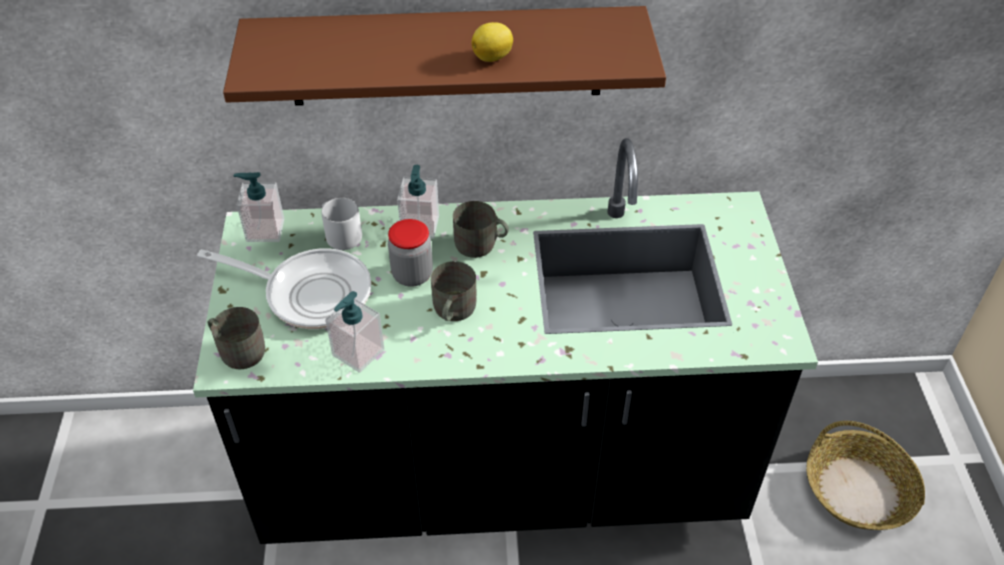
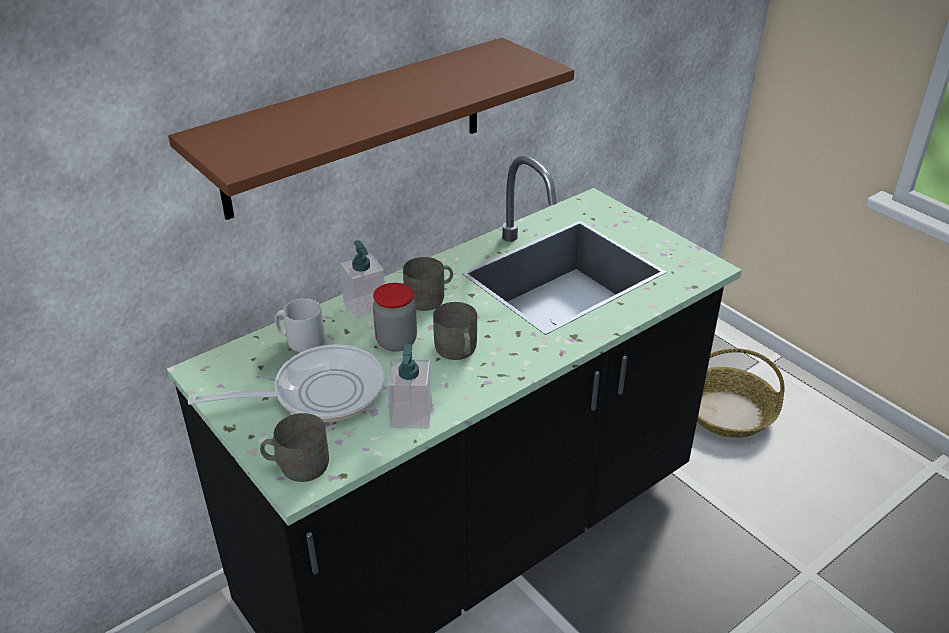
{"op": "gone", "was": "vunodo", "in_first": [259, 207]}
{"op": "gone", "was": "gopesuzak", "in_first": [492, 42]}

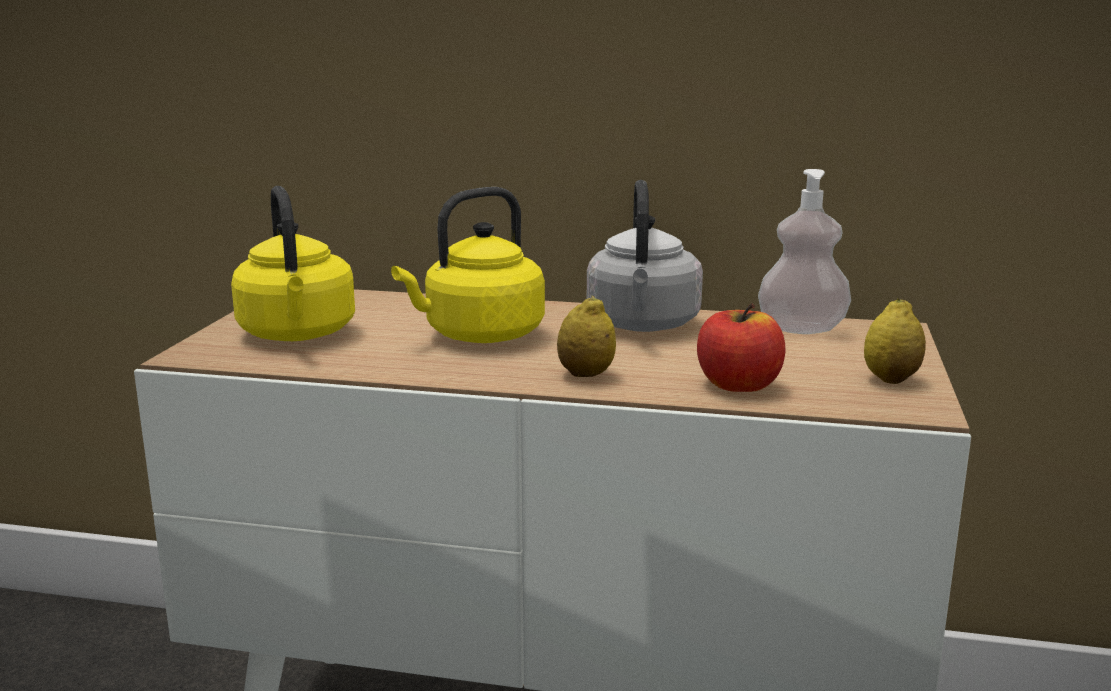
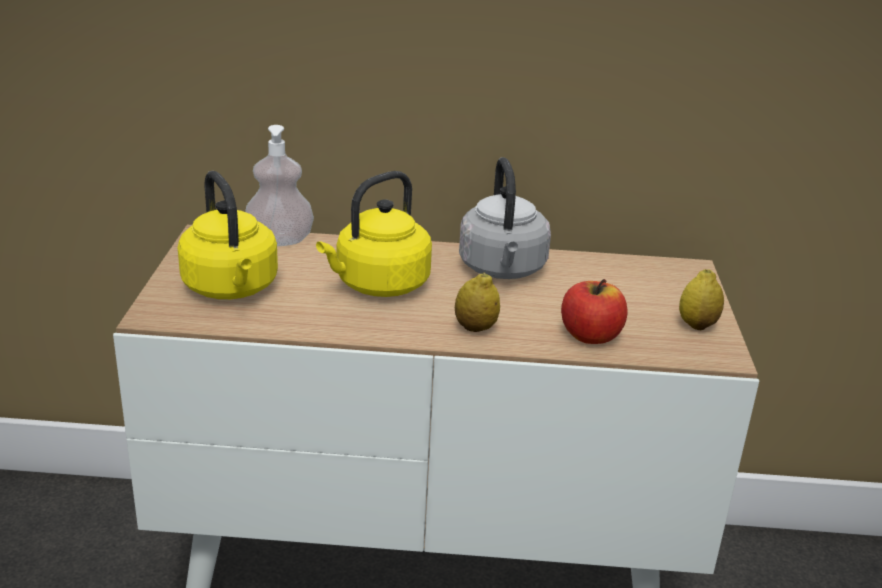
{"op": "shifted", "was": "vunodo", "in_first": [804, 251], "in_second": [279, 185]}

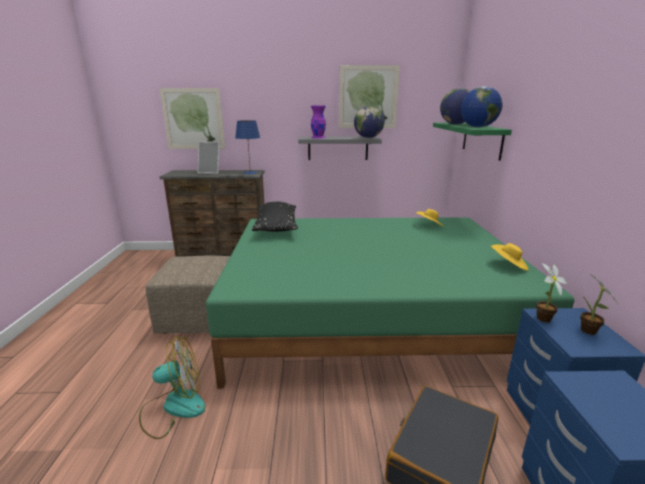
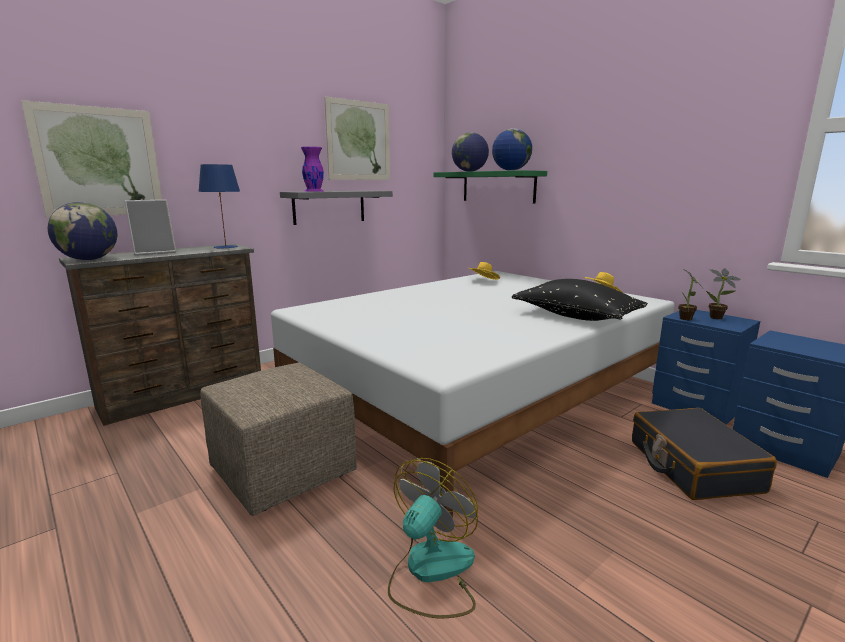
{"op": "shifted", "was": "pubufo", "in_first": [369, 122], "in_second": [82, 231]}
{"op": "repainted", "was": "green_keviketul", "now": "white_keviketul", "in_first": [390, 303], "in_second": [473, 394]}
{"op": "shifted", "was": "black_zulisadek", "in_first": [275, 217], "in_second": [580, 300]}

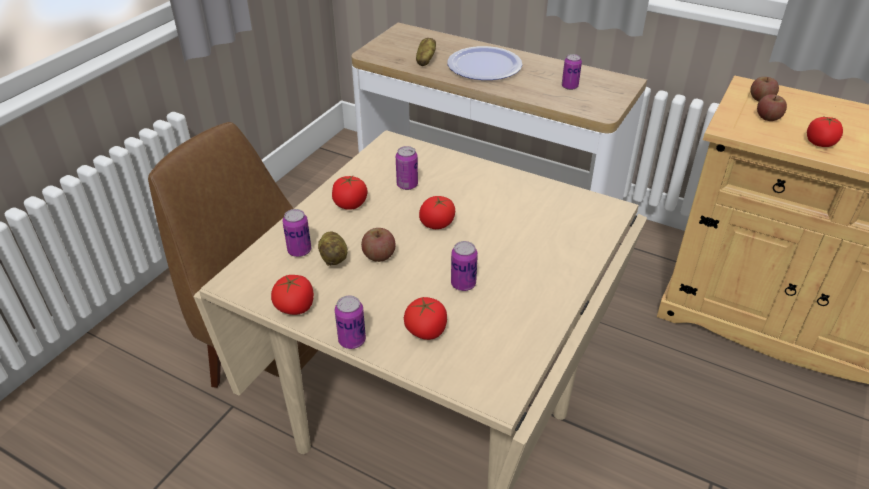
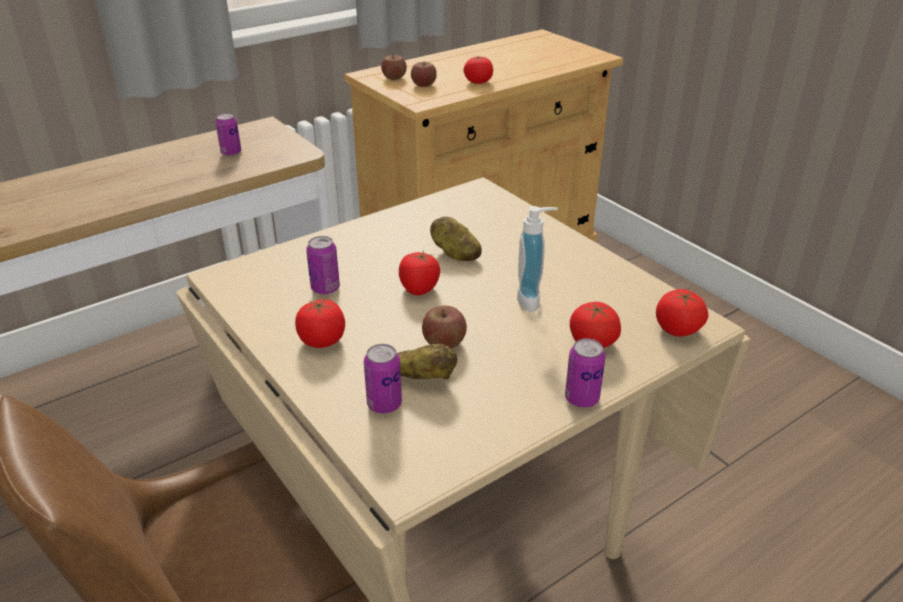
{"op": "shifted", "was": "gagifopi", "in_first": [426, 52], "in_second": [456, 238]}
{"op": "swapped", "was": "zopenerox", "now": "vunodo", "in_first": [464, 266], "in_second": [537, 259]}
{"op": "shifted", "was": "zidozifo", "in_first": [292, 295], "in_second": [682, 312]}
{"op": "gone", "was": "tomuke", "in_first": [485, 63]}

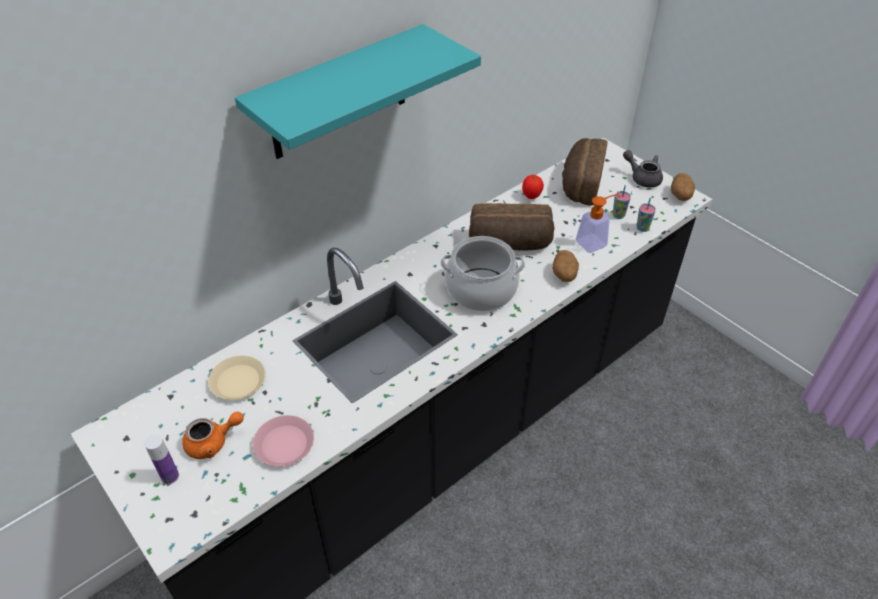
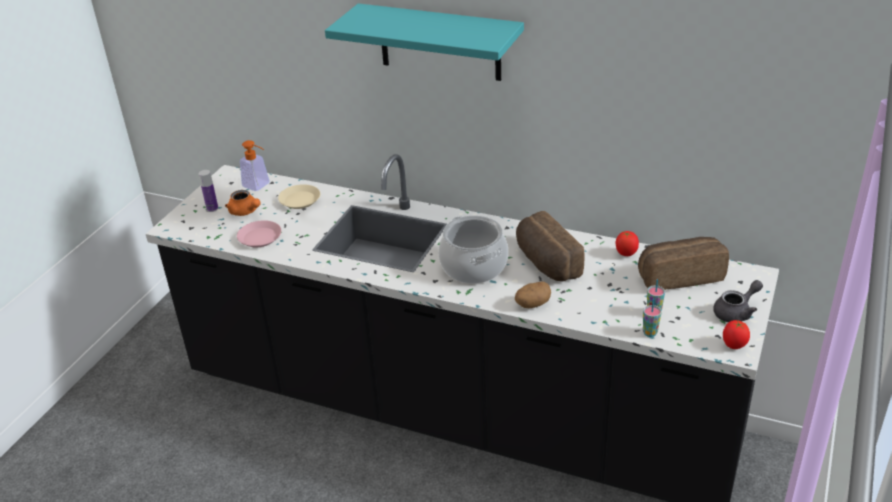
{"op": "shifted", "was": "vunodo", "in_first": [597, 223], "in_second": [255, 165]}
{"op": "rotated", "was": "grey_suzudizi", "in_first": [643, 169], "in_second": [738, 301], "clockwise": 45}
{"op": "swapped", "was": "gagifopi", "now": "zidozifo", "in_first": [683, 187], "in_second": [736, 334]}

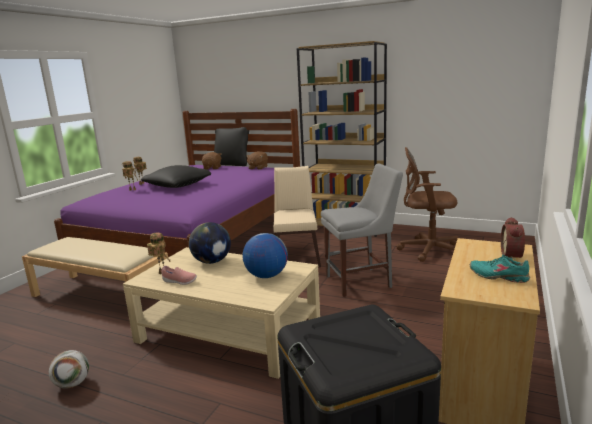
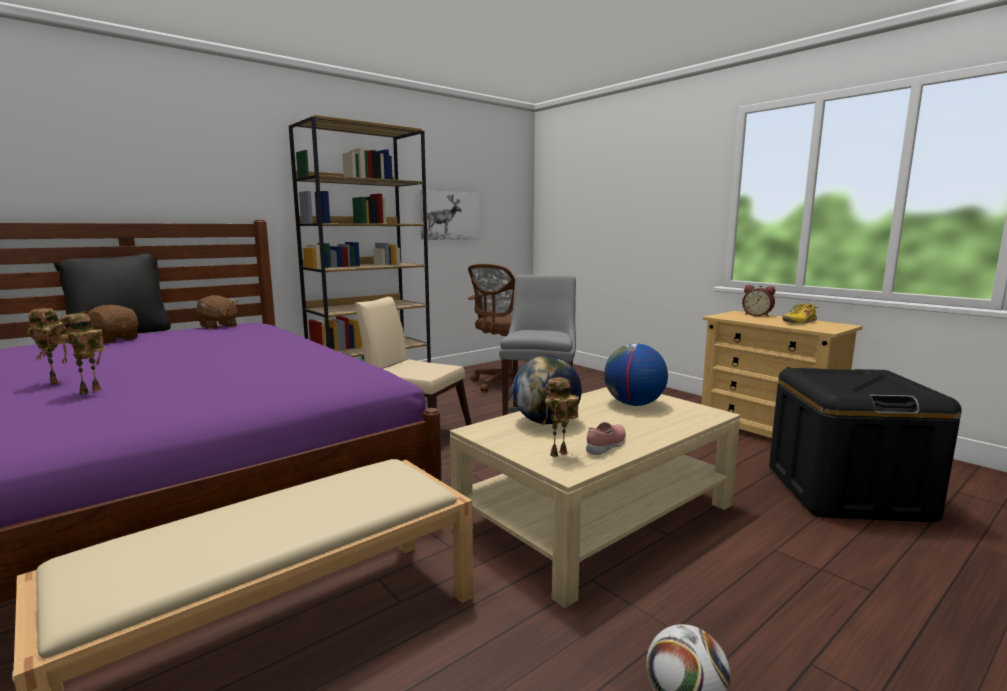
{"op": "new", "now": "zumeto", "in_second": [450, 215]}
{"op": "repainted", "was": "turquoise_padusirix", "now": "yellow_padusirix", "in_first": [500, 269], "in_second": [800, 313]}
{"op": "gone", "was": "black_zulisadek", "in_first": [176, 176]}

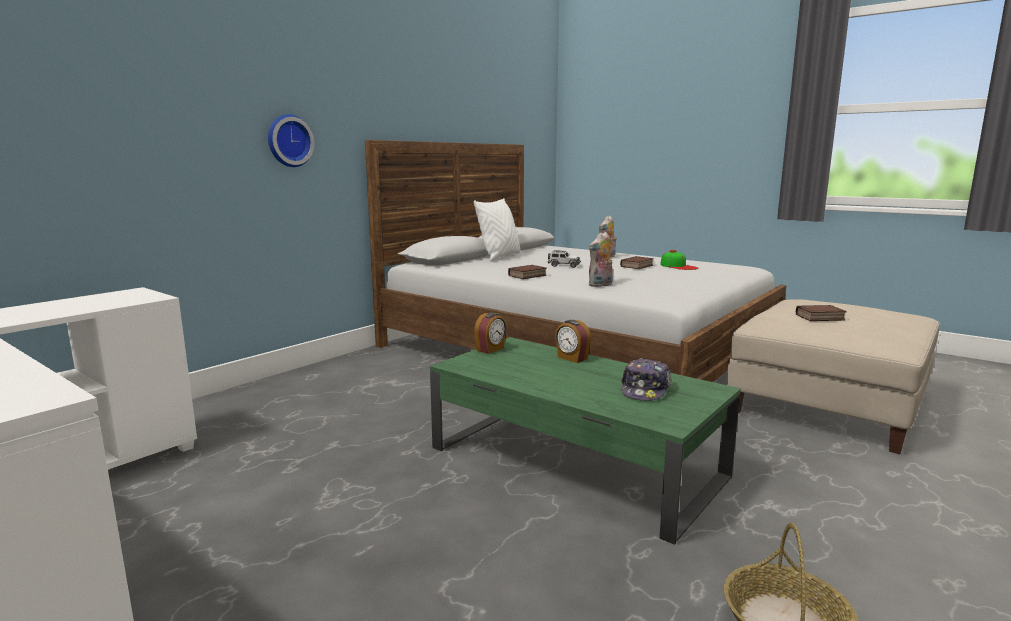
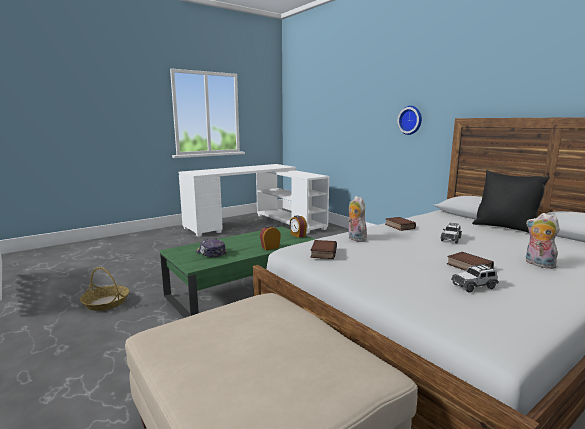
{"op": "shifted", "was": "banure", "in_first": [821, 313], "in_second": [324, 249]}
{"op": "swapped", "was": "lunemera", "now": "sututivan", "in_first": [679, 260], "in_second": [475, 278]}
{"op": "repainted", "was": "white_zulisadek", "now": "black_zulisadek", "in_first": [497, 230], "in_second": [511, 201]}

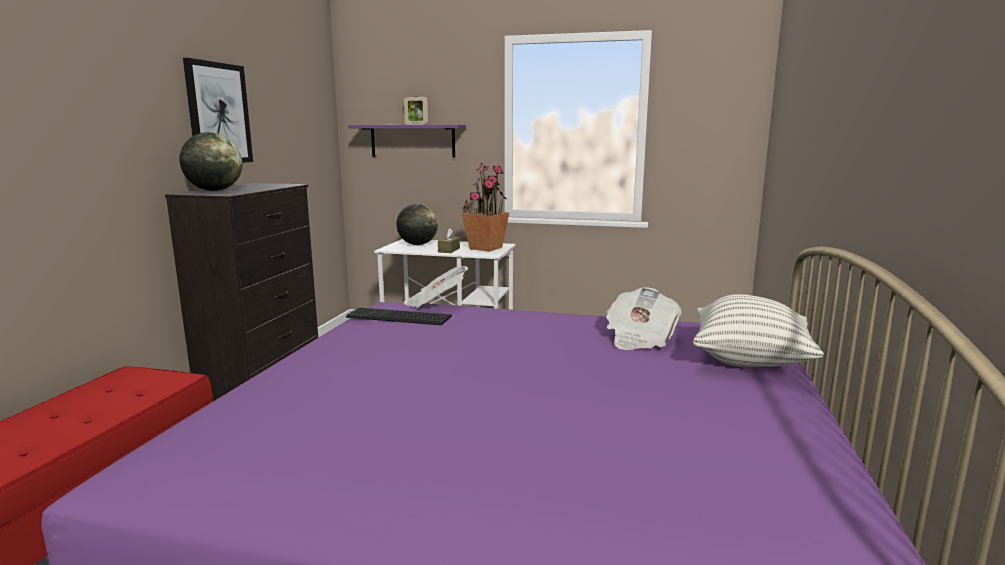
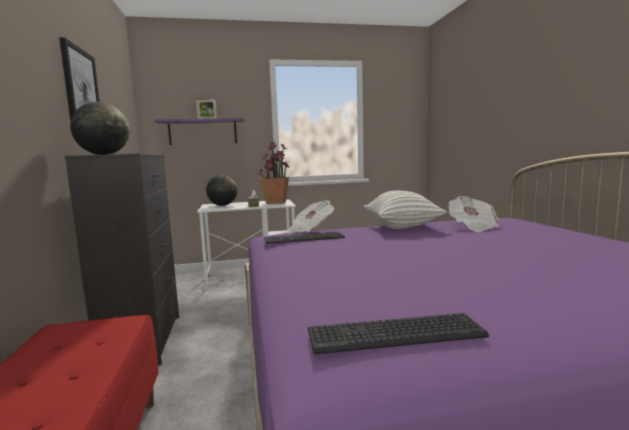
{"op": "new", "now": "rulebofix", "in_second": [398, 333]}
{"op": "shifted", "was": "zulisadek", "in_first": [758, 330], "in_second": [405, 210]}

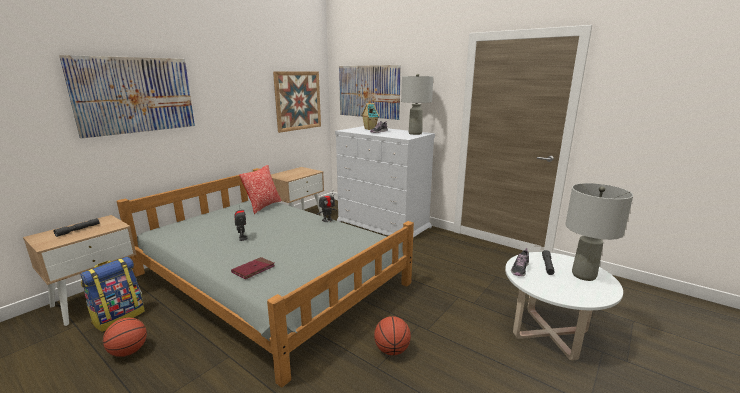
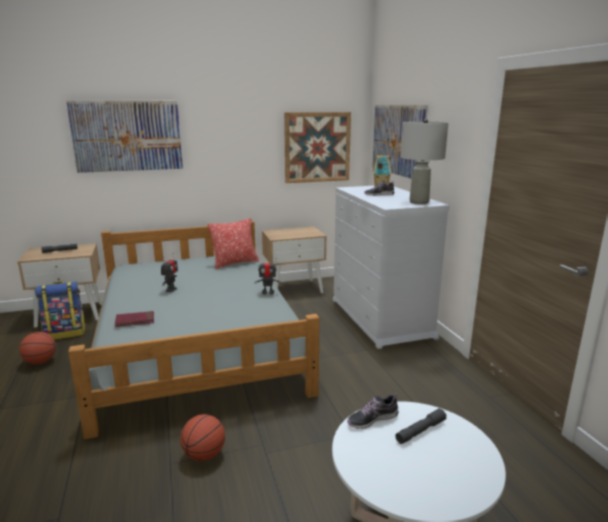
{"op": "gone", "was": "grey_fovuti", "in_first": [599, 232]}

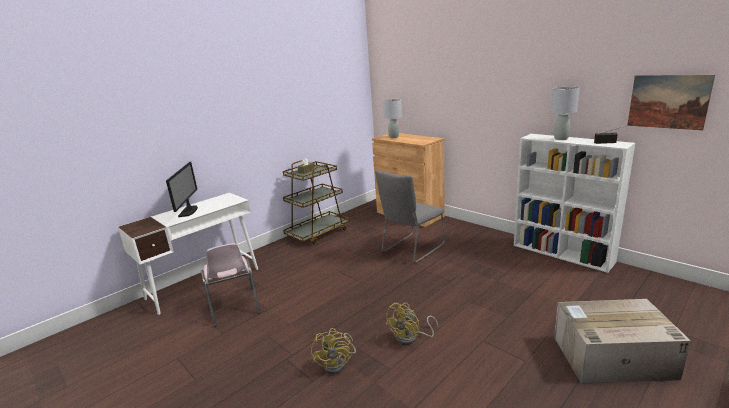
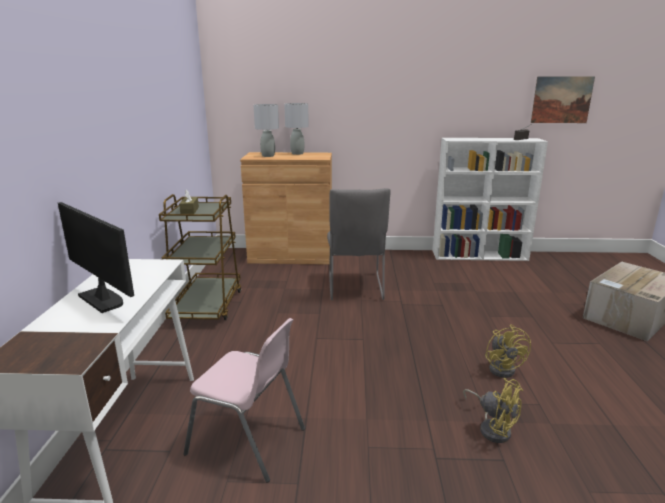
{"op": "shifted", "was": "grey_fovuti", "in_first": [565, 113], "in_second": [296, 129]}

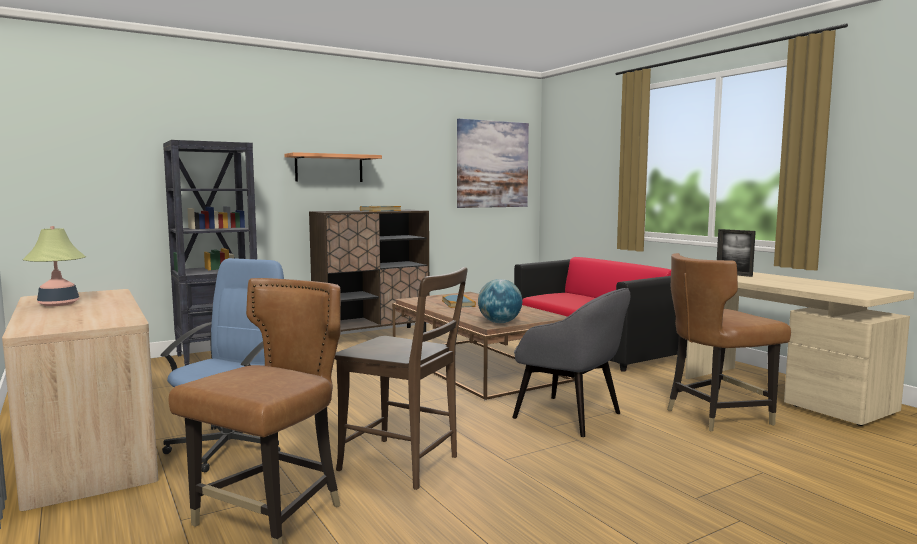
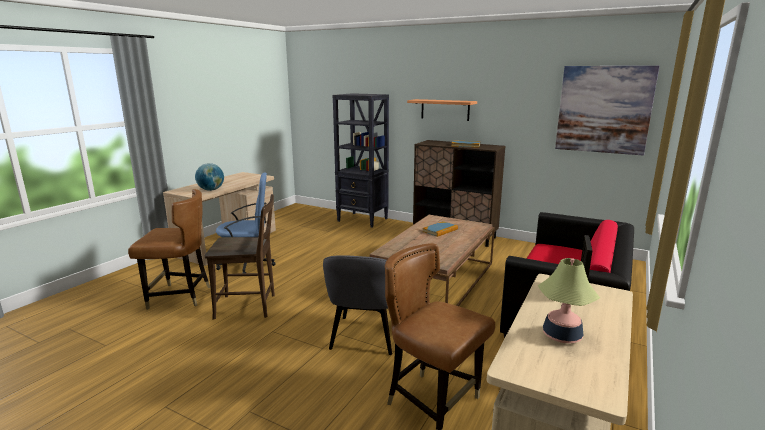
{"op": "shifted", "was": "pubufo", "in_first": [500, 301], "in_second": [209, 177]}
{"op": "rotated", "was": "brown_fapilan", "in_first": [401, 378], "in_second": [240, 257], "clockwise": -90}
{"op": "shifted", "was": "fovuti", "in_first": [54, 266], "in_second": [569, 300]}

